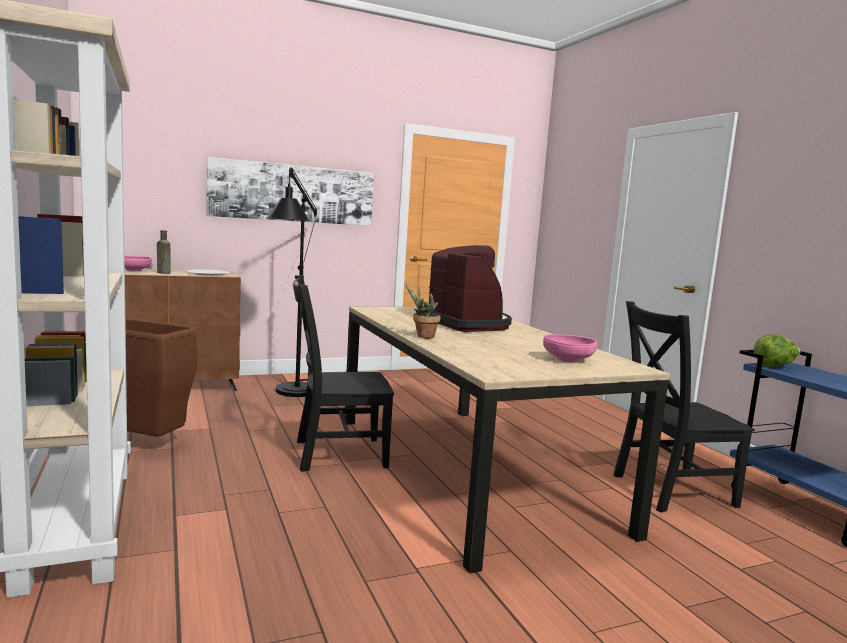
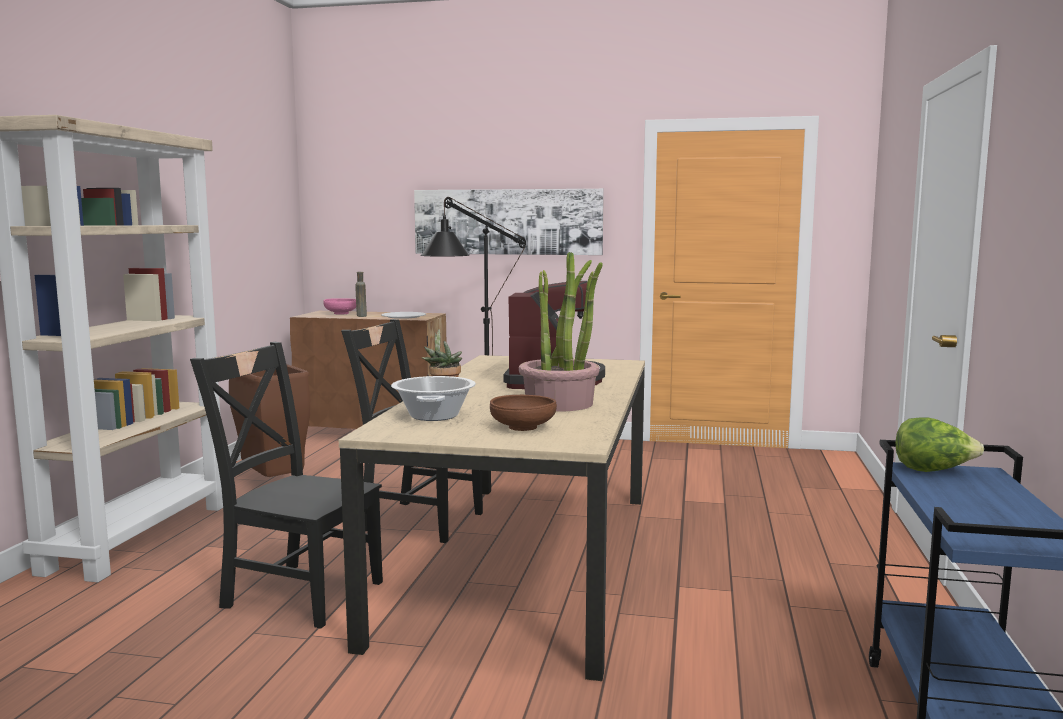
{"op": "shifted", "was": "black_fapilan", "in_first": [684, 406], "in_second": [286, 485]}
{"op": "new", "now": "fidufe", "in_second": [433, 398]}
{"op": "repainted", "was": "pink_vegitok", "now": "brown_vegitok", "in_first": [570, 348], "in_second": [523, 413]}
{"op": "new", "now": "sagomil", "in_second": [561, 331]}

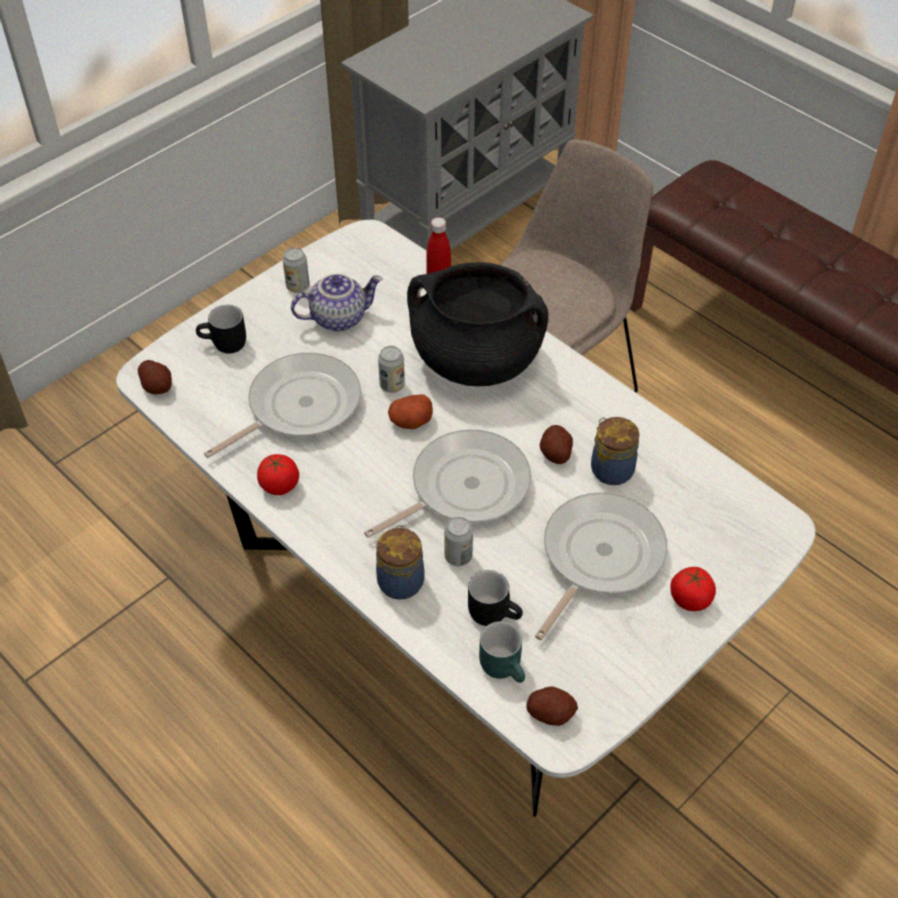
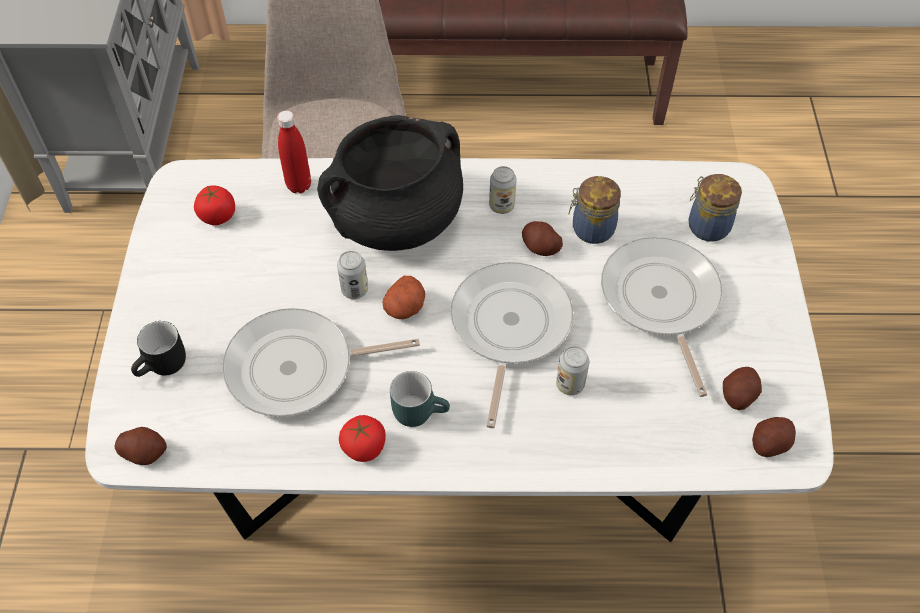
{"op": "shifted", "was": "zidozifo", "in_first": [693, 589], "in_second": [214, 205]}
{"op": "rotated", "was": "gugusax", "in_first": [282, 405], "in_second": [321, 362], "clockwise": -105}
{"op": "shifted", "was": "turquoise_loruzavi", "in_first": [502, 652], "in_second": [420, 399]}
{"op": "shifted", "was": "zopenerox", "in_first": [296, 270], "in_second": [503, 190]}
{"op": "shifted", "was": "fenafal", "in_first": [400, 562], "in_second": [715, 208]}
{"op": "new", "now": "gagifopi", "in_second": [742, 388]}
{"op": "gone", "was": "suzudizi", "in_first": [336, 302]}
{"op": "gone", "was": "black_loruzavi", "in_first": [495, 598]}

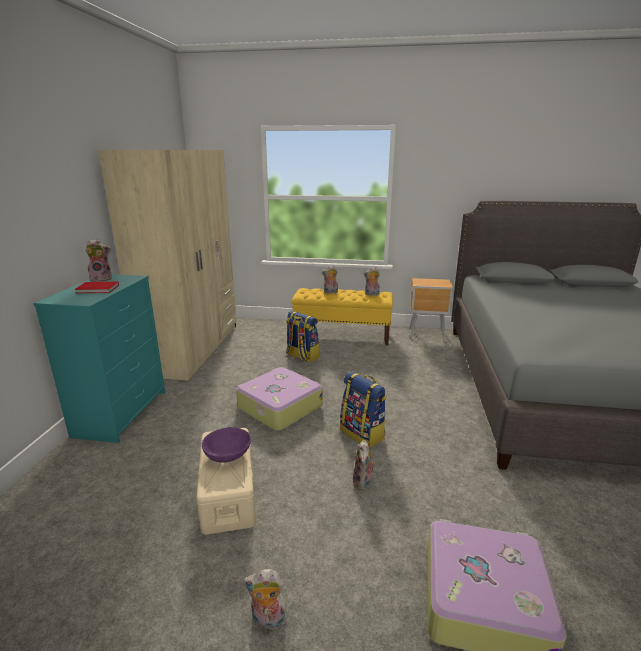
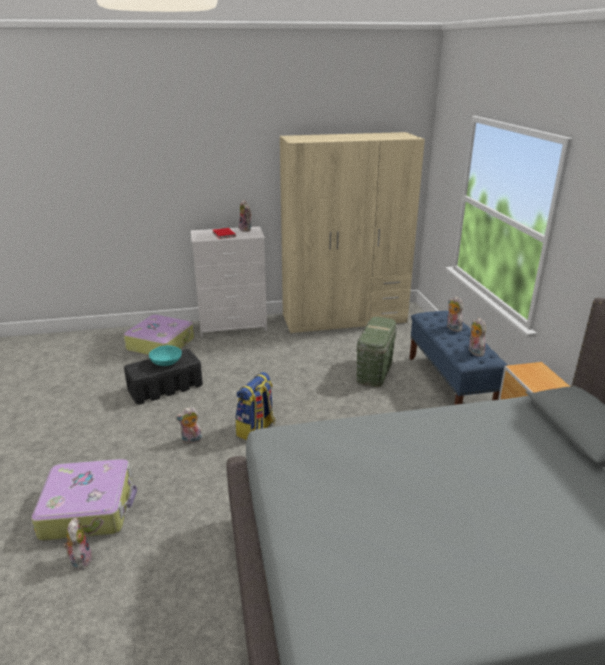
{"op": "shifted", "was": "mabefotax", "in_first": [265, 599], "in_second": [77, 544]}
{"op": "shifted", "was": "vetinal", "in_first": [279, 399], "in_second": [159, 335]}
{"op": "repainted", "was": "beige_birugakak", "now": "black_birugakak", "in_first": [226, 481], "in_second": [163, 377]}
{"op": "repainted", "was": "purple_vegitok", "now": "turquoise_vegitok", "in_first": [226, 445], "in_second": [165, 355]}
{"op": "repainted", "was": "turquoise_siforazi", "now": "white_siforazi", "in_first": [99, 358], "in_second": [229, 282]}
{"op": "swapped", "was": "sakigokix", "now": "green_birugakak", "in_first": [302, 337], "in_second": [377, 352]}
{"op": "repainted", "was": "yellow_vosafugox", "now": "blue_vosafugox", "in_first": [342, 316], "in_second": [459, 358]}

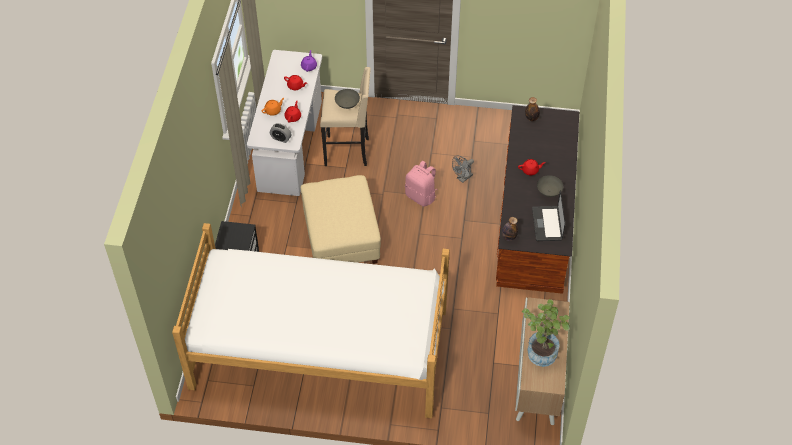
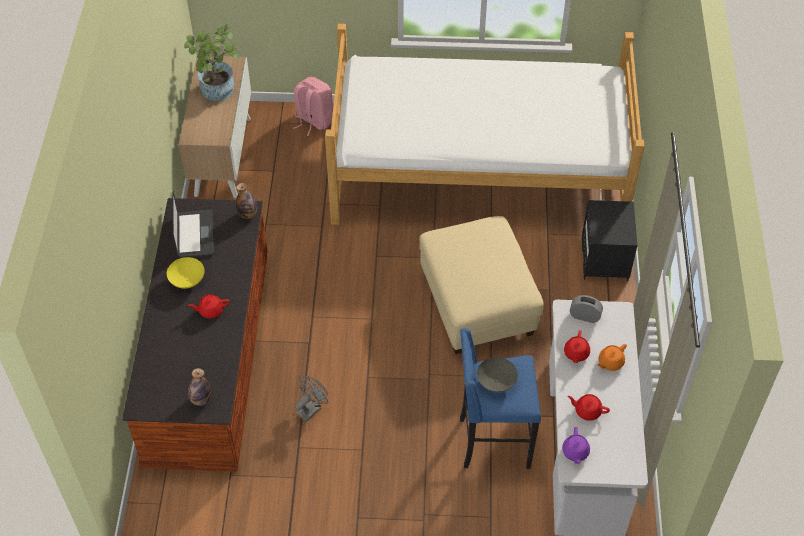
{"op": "repainted", "was": "grey_vegitok", "now": "yellow_vegitok", "in_first": [550, 186], "in_second": [186, 272]}
{"op": "shifted", "was": "pink_sakigokix", "in_first": [421, 184], "in_second": [313, 106]}
{"op": "repainted", "was": "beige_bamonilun", "now": "blue_bamonilun", "in_first": [345, 116], "in_second": [500, 398]}

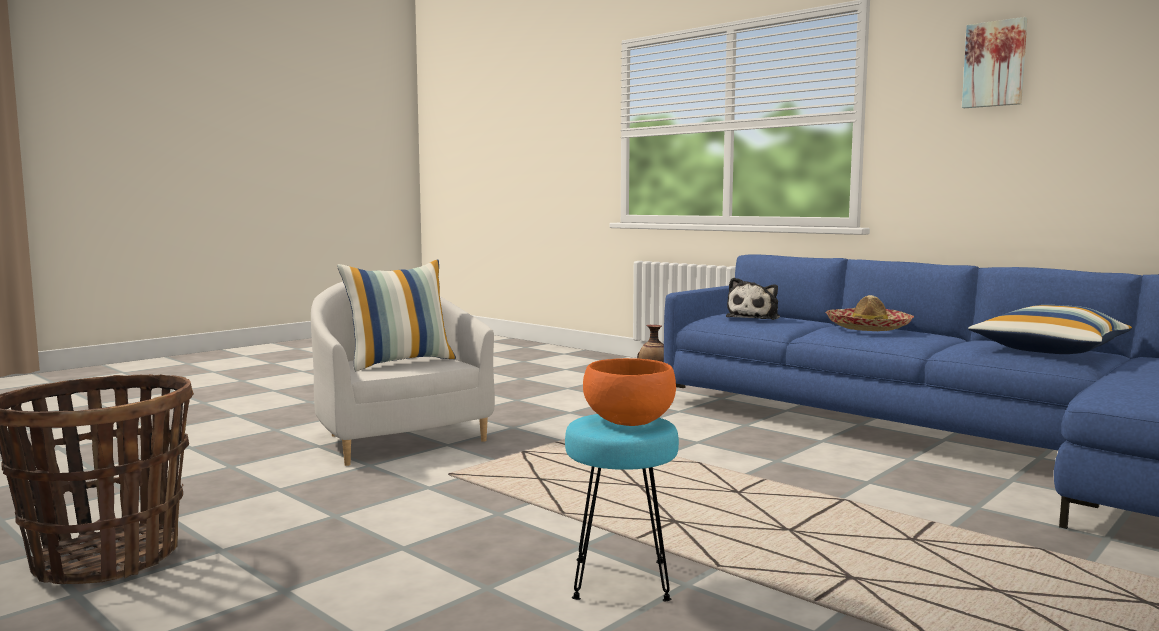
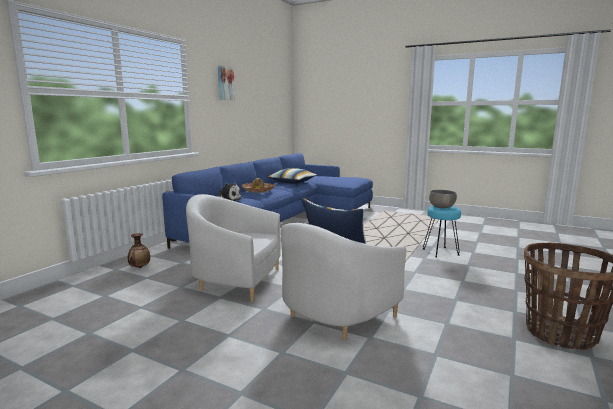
{"op": "new", "now": "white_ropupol", "in_second": [233, 248]}
{"op": "repainted", "was": "orange_vegitok", "now": "grey_vegitok", "in_first": [629, 392], "in_second": [443, 199]}

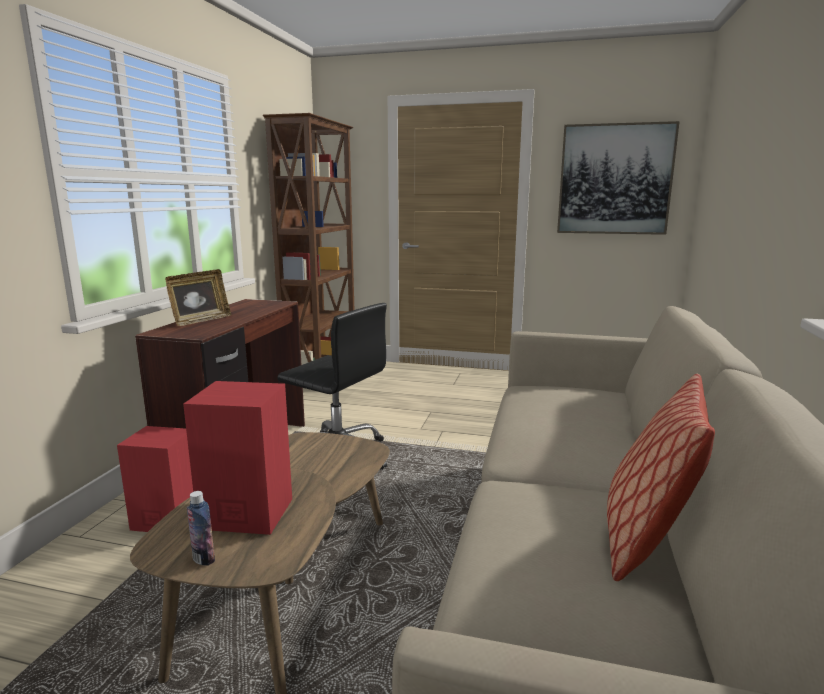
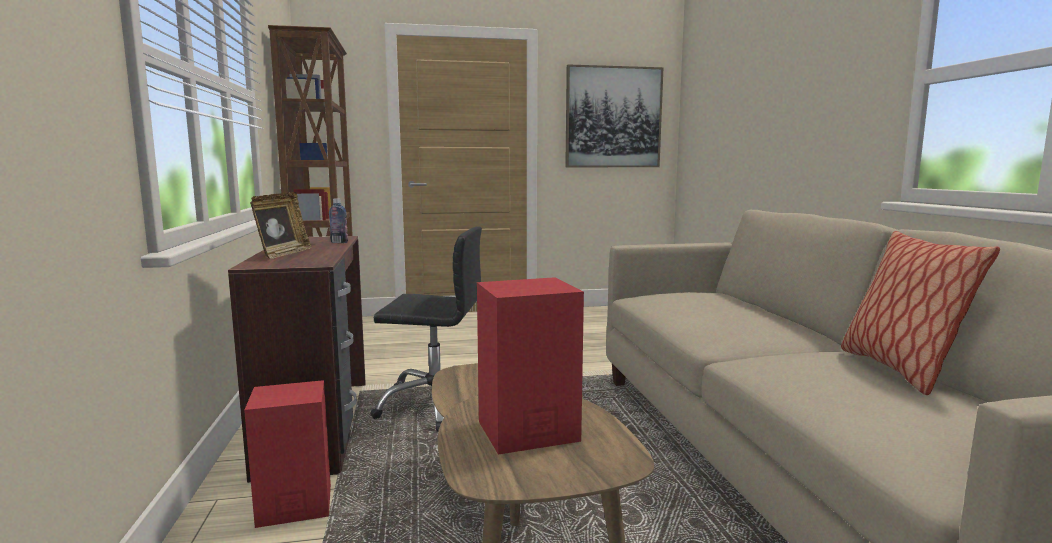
{"op": "shifted", "was": "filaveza", "in_first": [201, 528], "in_second": [338, 220]}

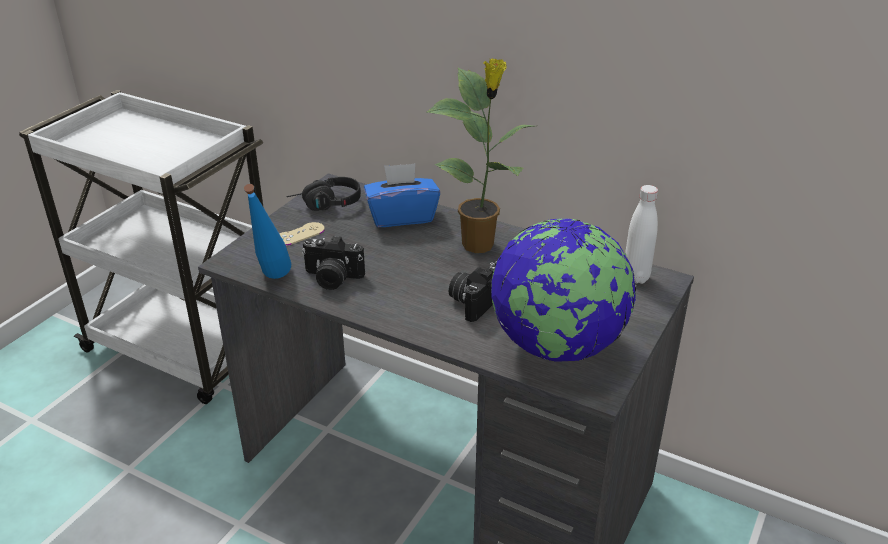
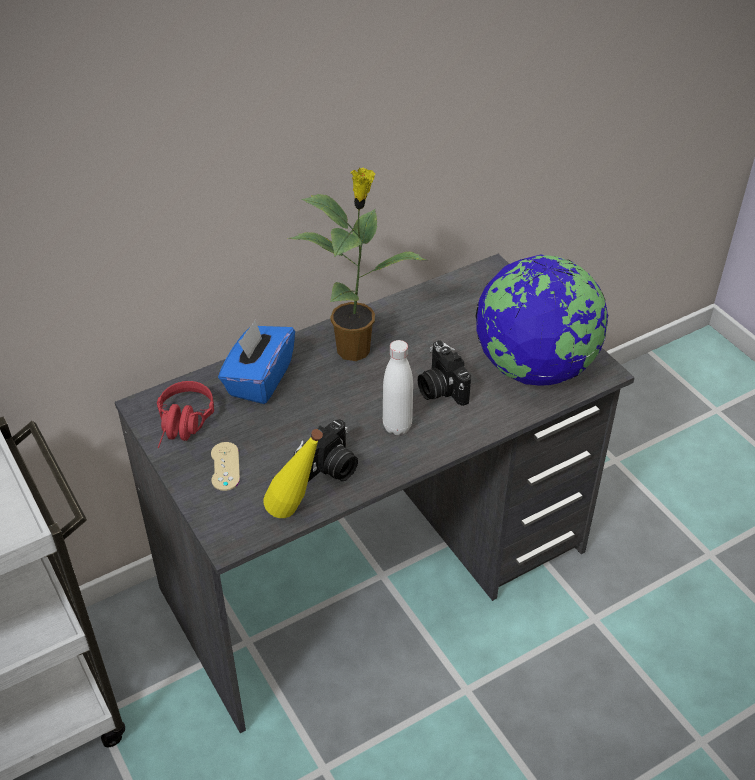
{"op": "repainted", "was": "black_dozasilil", "now": "red_dozasilil", "in_first": [323, 194], "in_second": [185, 414]}
{"op": "repainted", "was": "blue_filaveza", "now": "yellow_filaveza", "in_first": [267, 231], "in_second": [293, 473]}
{"op": "shifted", "was": "white_filaveza", "in_first": [641, 234], "in_second": [398, 387]}

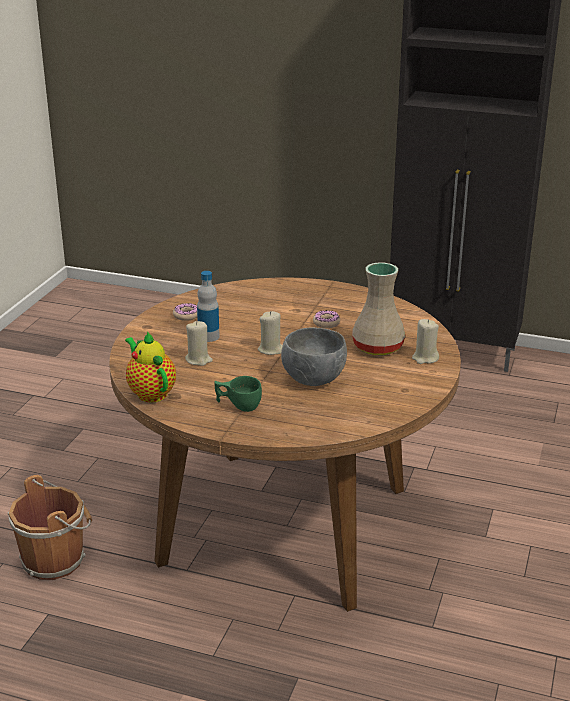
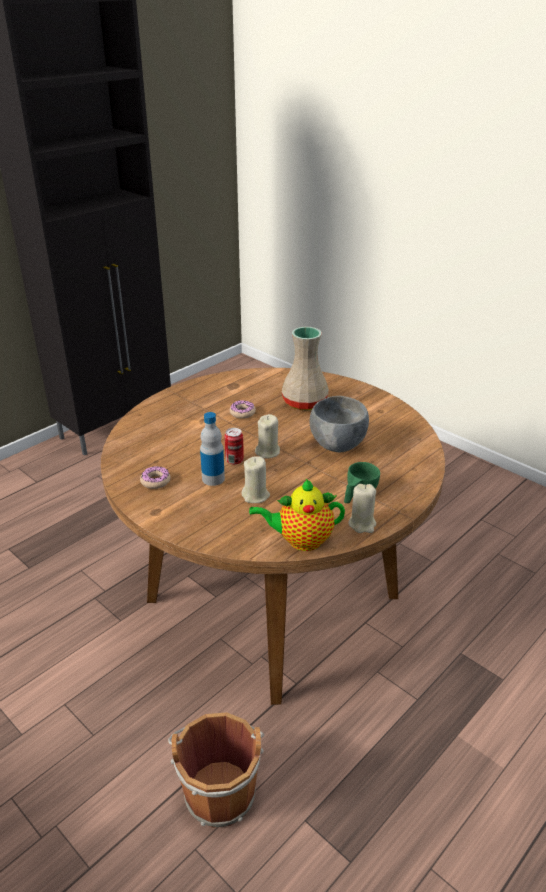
{"op": "new", "now": "zopenerox", "in_second": [234, 446]}
{"op": "shifted", "was": "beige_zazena", "in_first": [425, 341], "in_second": [362, 508]}

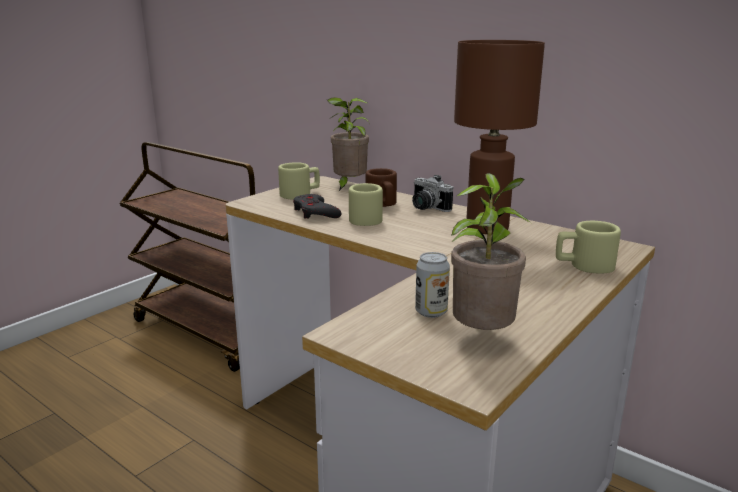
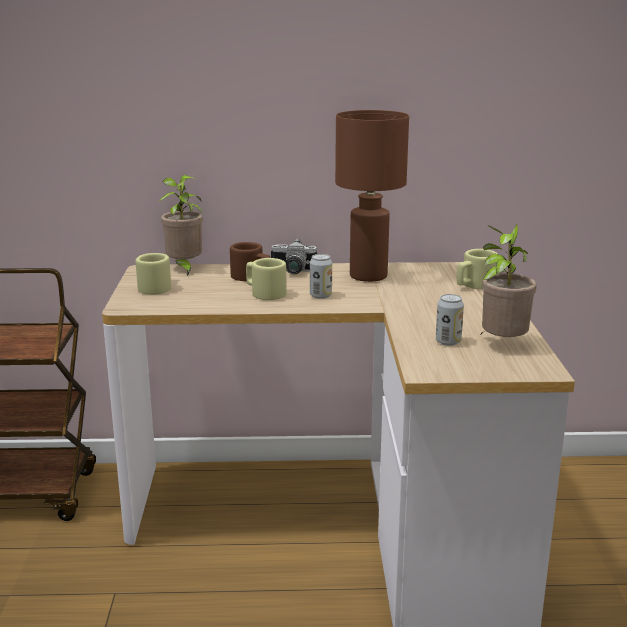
{"op": "new", "now": "zopenerox", "in_second": [321, 276]}
{"op": "gone", "was": "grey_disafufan", "in_first": [317, 206]}

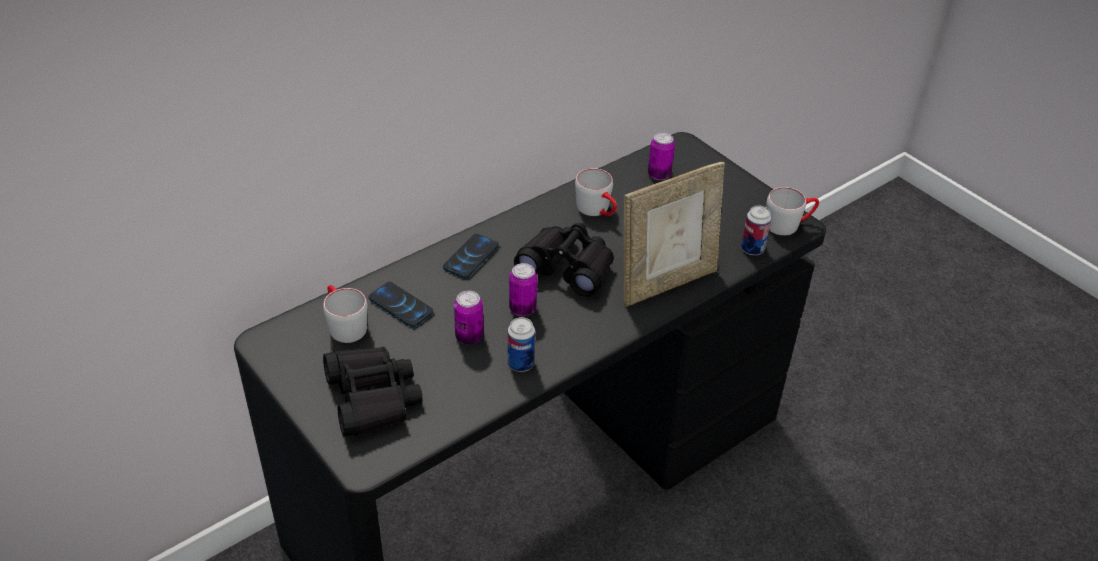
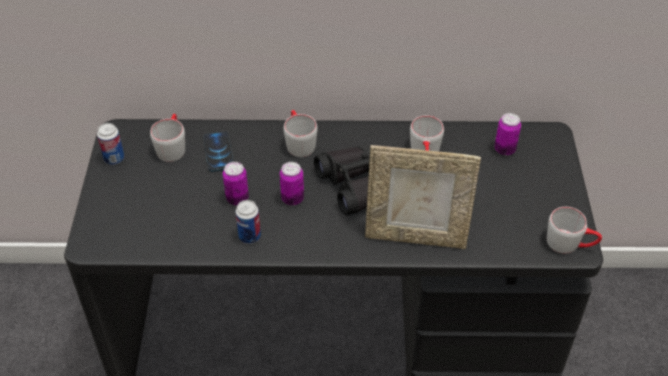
{"op": "shifted", "was": "zopenerox", "in_first": [756, 230], "in_second": [110, 144]}
{"op": "swapped", "was": "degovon", "now": "grey_loruzavi", "in_first": [471, 256], "in_second": [300, 133]}
{"op": "gone", "was": "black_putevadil", "in_first": [372, 392]}

